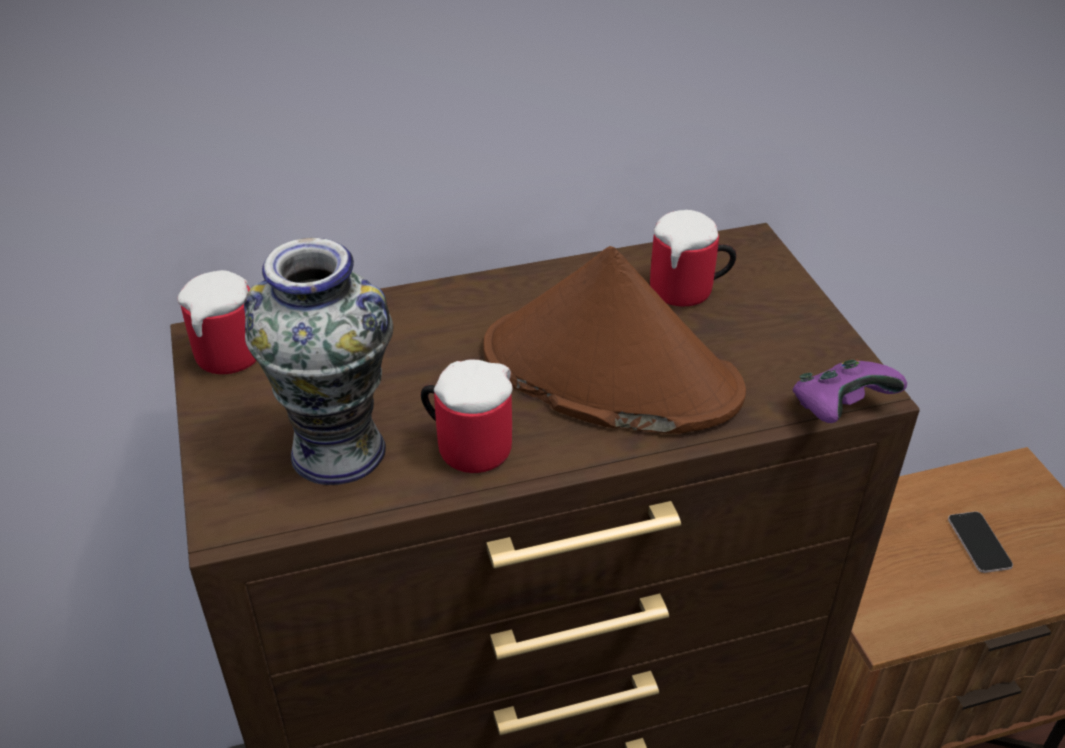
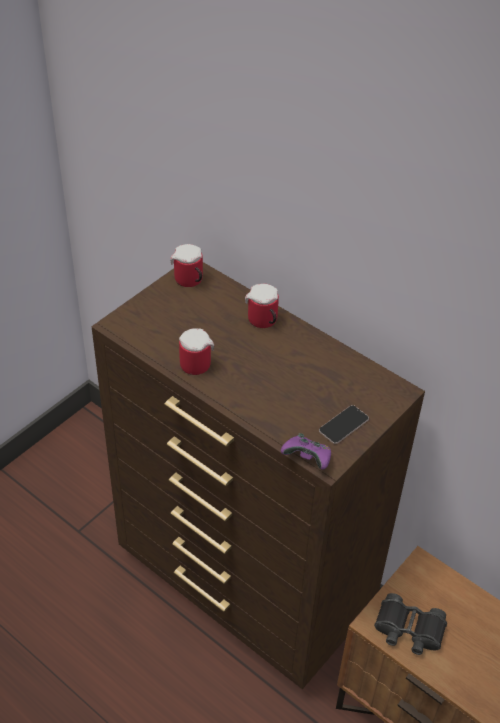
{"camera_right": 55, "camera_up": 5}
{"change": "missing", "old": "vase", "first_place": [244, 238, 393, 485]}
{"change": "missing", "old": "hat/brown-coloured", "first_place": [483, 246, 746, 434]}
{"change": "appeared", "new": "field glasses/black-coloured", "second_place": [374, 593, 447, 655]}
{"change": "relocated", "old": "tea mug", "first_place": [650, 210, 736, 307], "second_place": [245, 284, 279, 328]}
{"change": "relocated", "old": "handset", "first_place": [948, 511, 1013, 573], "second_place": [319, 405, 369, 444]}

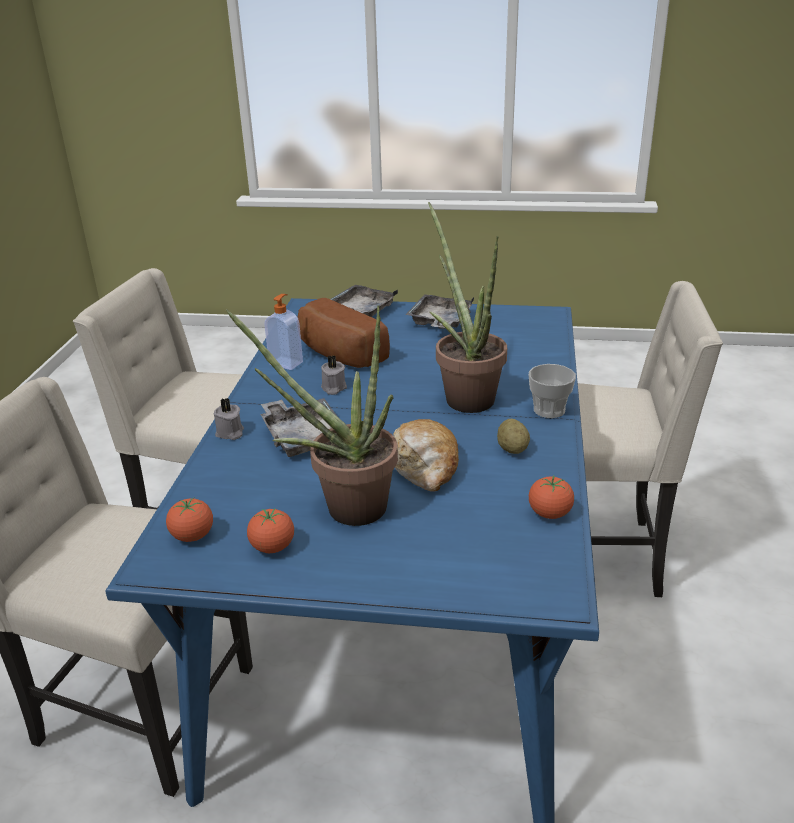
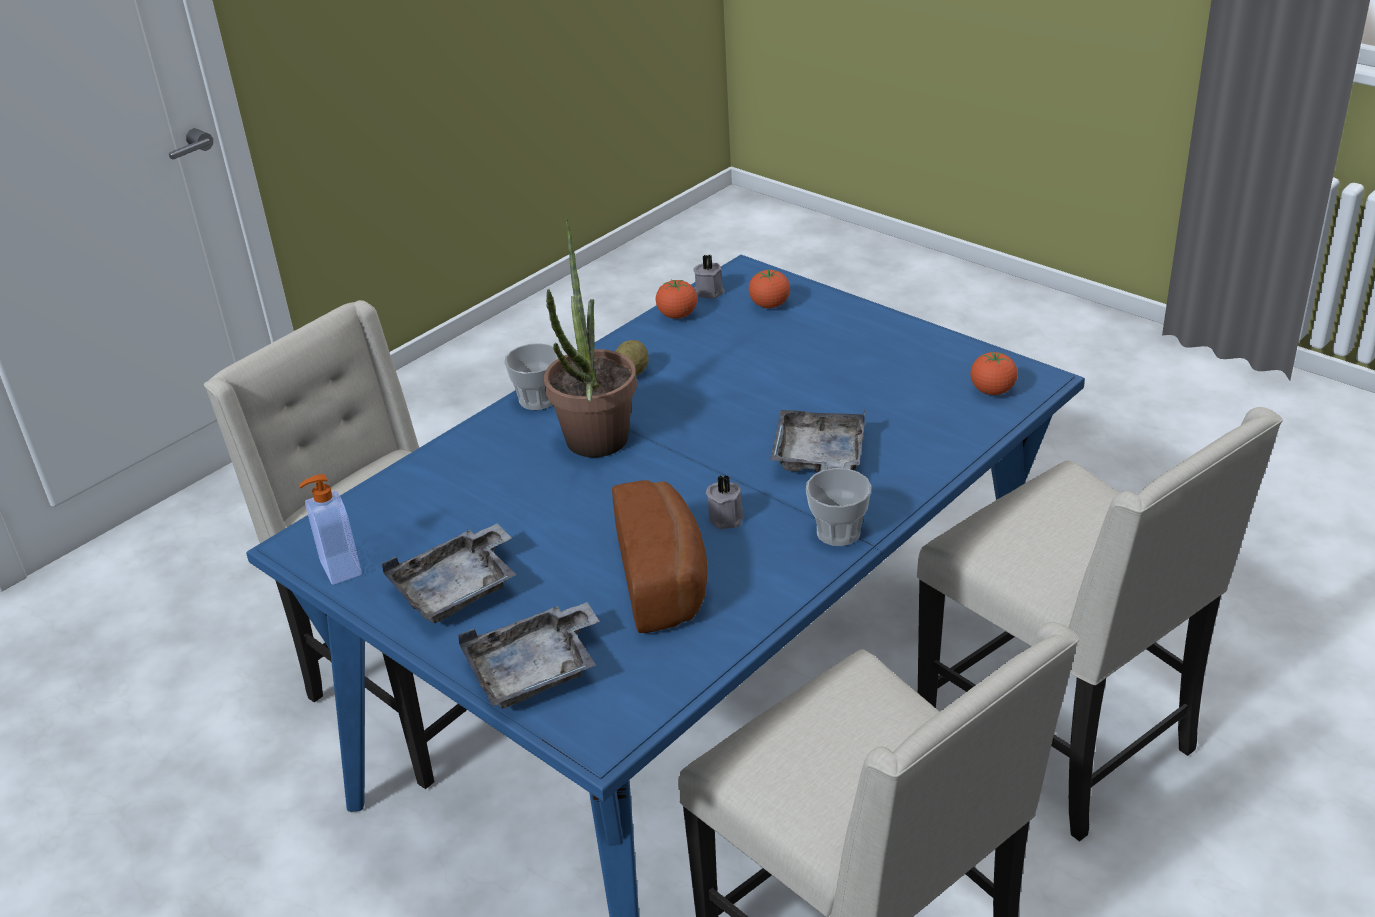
{"camera_right": -145, "camera_up": 5}
{"change": "missing", "old": "potted plant", "first_place": [226, 305, 398, 526]}
{"change": "missing", "old": "bread", "first_place": [393, 419, 459, 491]}
{"change": "appeared", "new": "cup", "second_place": [806, 468, 871, 546]}
{"change": "relocated", "old": "candle/gray", "first_place": [214, 398, 244, 440], "second_place": [693, 255, 725, 299]}
{"change": "relocated", "old": "whole tomato", "first_place": [247, 508, 294, 553], "second_place": [749, 269, 790, 308]}
{"change": "relocated", "old": "soap dispenser", "first_place": [264, 294, 303, 370], "second_place": [299, 474, 362, 585]}

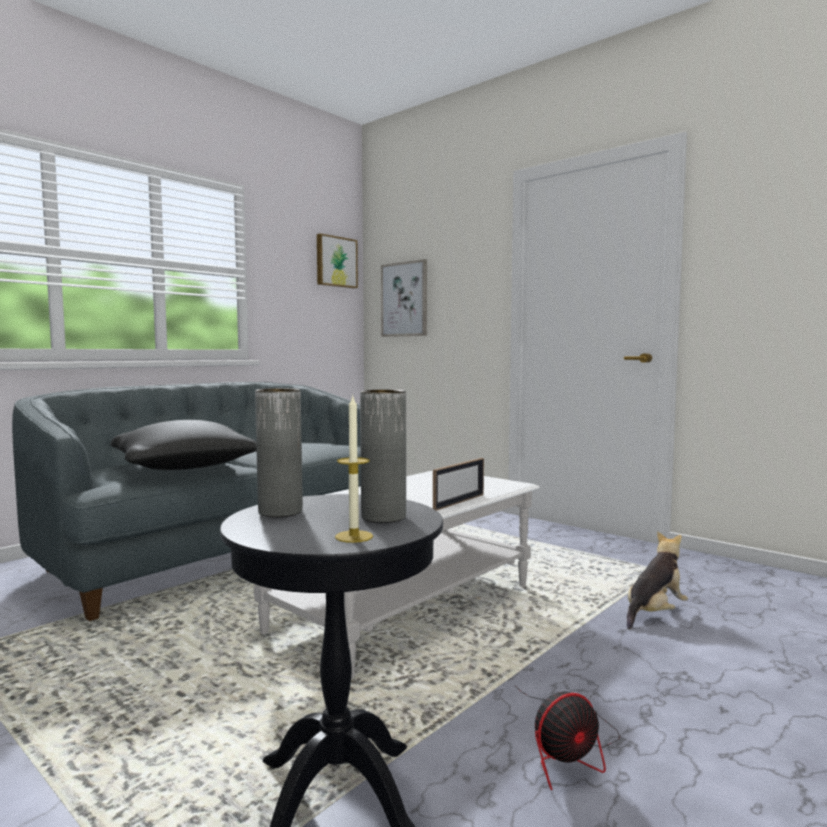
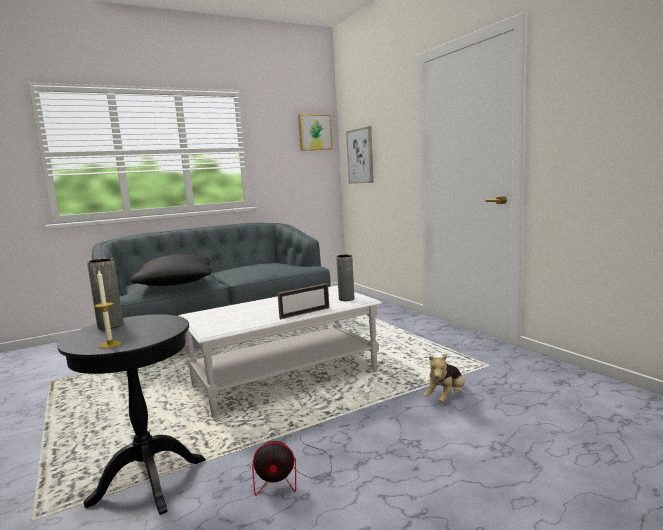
{"camera_right": 20, "camera_up": 5}
{"change": "relocated", "old": "vase/gray", "first_place": [360, 389, 406, 523], "second_place": [336, 254, 354, 301]}
{"change": "spun", "old": "plush toy", "first_place": [627, 531, 688, 629], "second_place": [424, 354, 465, 403], "degrees": 150}

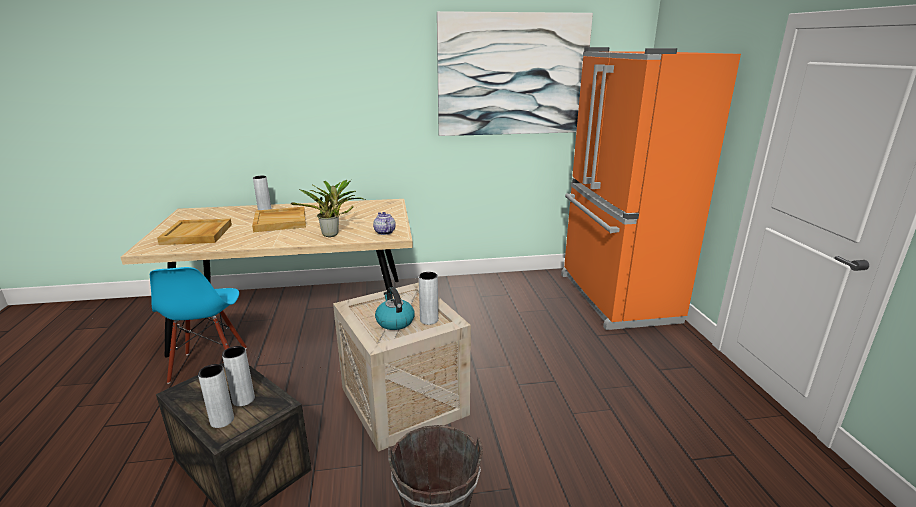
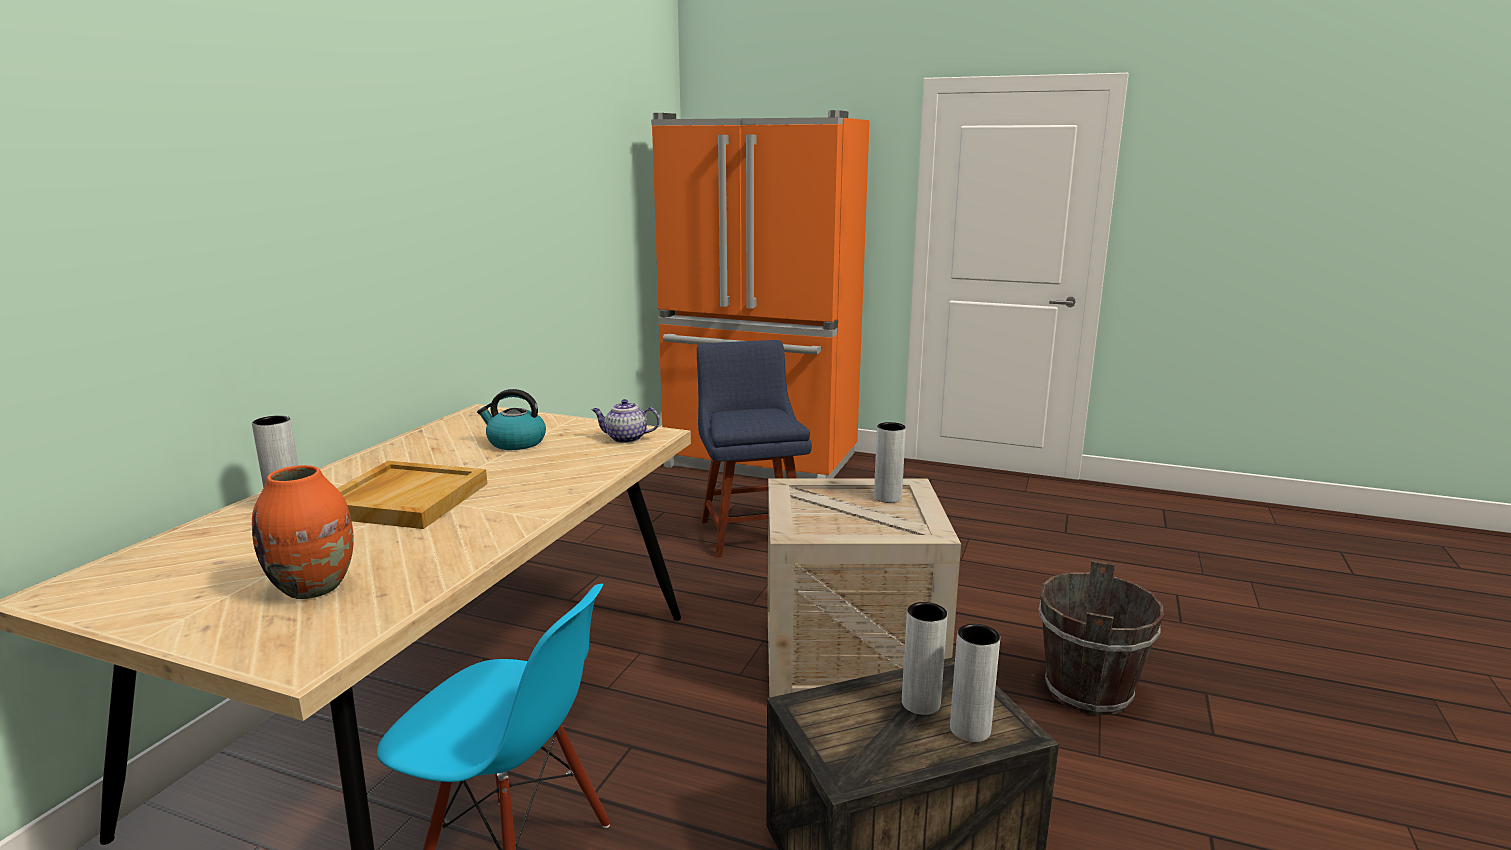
{"camera_right": -60, "camera_up": -5}
{"change": "missing", "old": "potted plant", "first_place": [291, 180, 367, 237]}
{"change": "missing", "old": "wall picture", "first_place": [437, 11, 593, 136]}
{"change": "appeared", "new": "plain chair/blue", "second_place": [697, 340, 812, 558]}
{"change": "relocated", "old": "water kettle", "first_place": [375, 287, 415, 330], "second_place": [477, 389, 546, 450]}
{"change": "exchanged", "old": "tray/sand-coloured", "new": "vase/orange-coloured", "first_place": [157, 219, 232, 245], "second_place": [252, 465, 354, 599]}

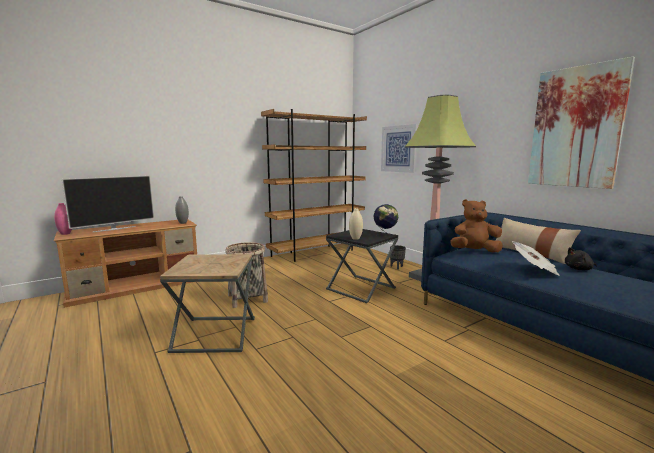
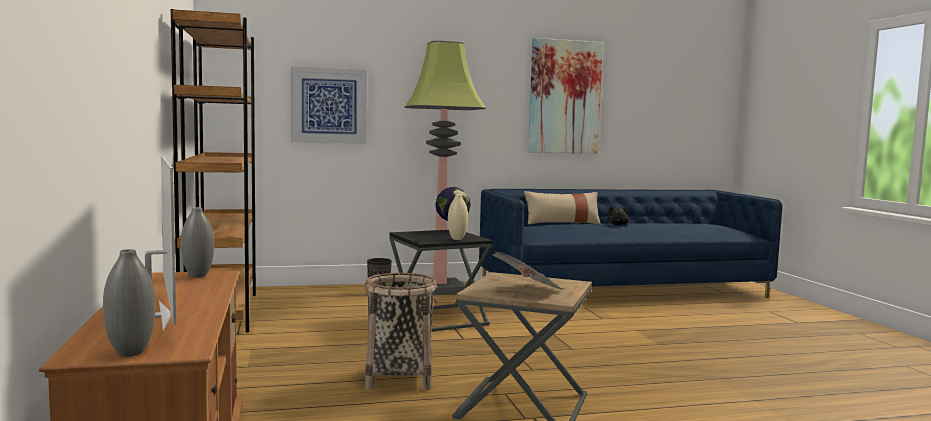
{"camera_right": -70, "camera_up": -5}
{"change": "missing", "old": "plush toy/brown-coloured", "first_place": [450, 199, 503, 253]}
{"change": "relocated", "old": "printed paper", "first_place": [512, 241, 560, 276], "second_place": [492, 252, 565, 290]}
{"change": "colour", "old": "vase/pink-coloured", "new": "vase/gray", "first_place": [54, 203, 72, 235], "second_place": [103, 249, 155, 357]}

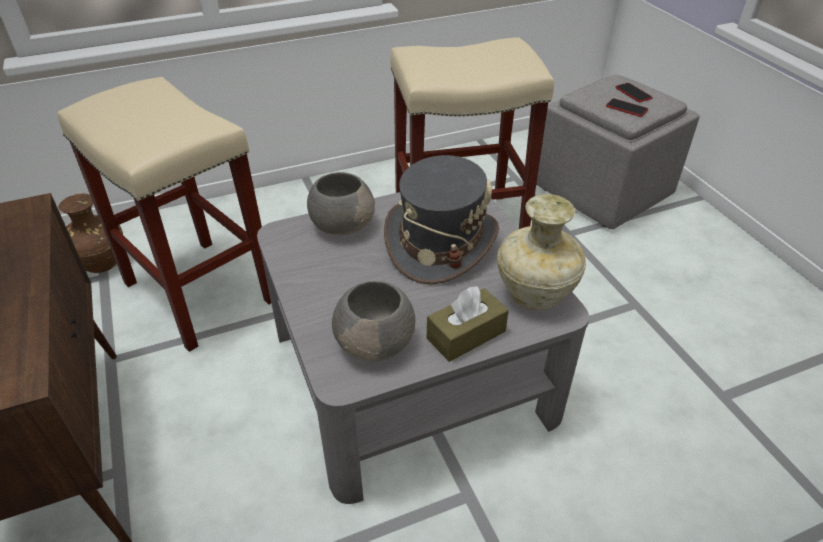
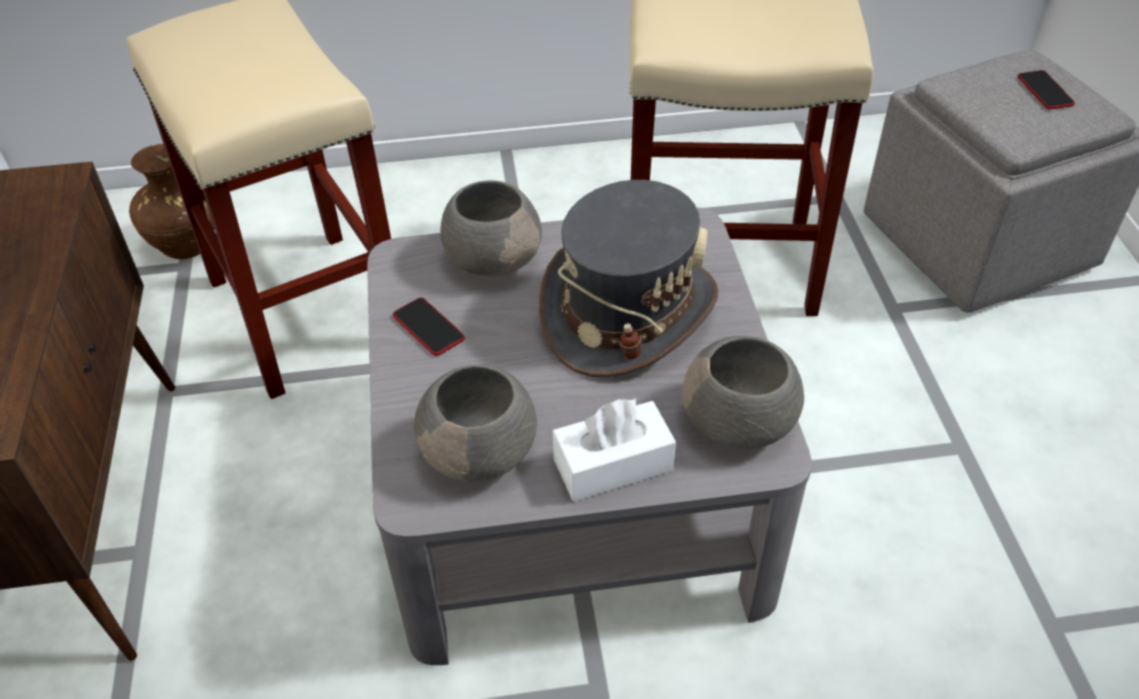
{"camera_right": 15, "camera_up": 5}
{"change": "relocated", "old": "handset", "first_place": [606, 98, 648, 117], "second_place": [393, 298, 465, 356]}
{"change": "exchanged", "old": "vase/sand-coloured", "new": "serving bowl/gray", "first_place": [497, 194, 586, 310], "second_place": [682, 336, 804, 449]}
{"change": "colour", "old": "tissue holder/brown-coloured", "new": "tissue holder/whitish", "first_place": [427, 286, 509, 362], "second_place": [553, 398, 676, 502]}

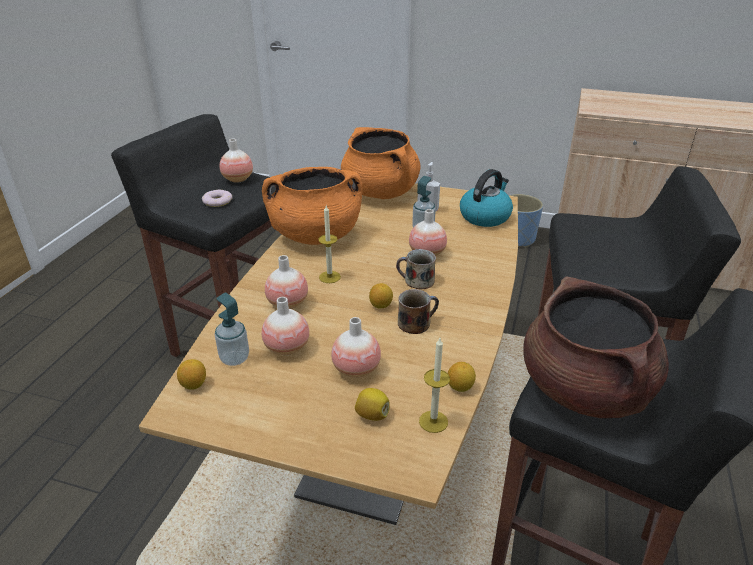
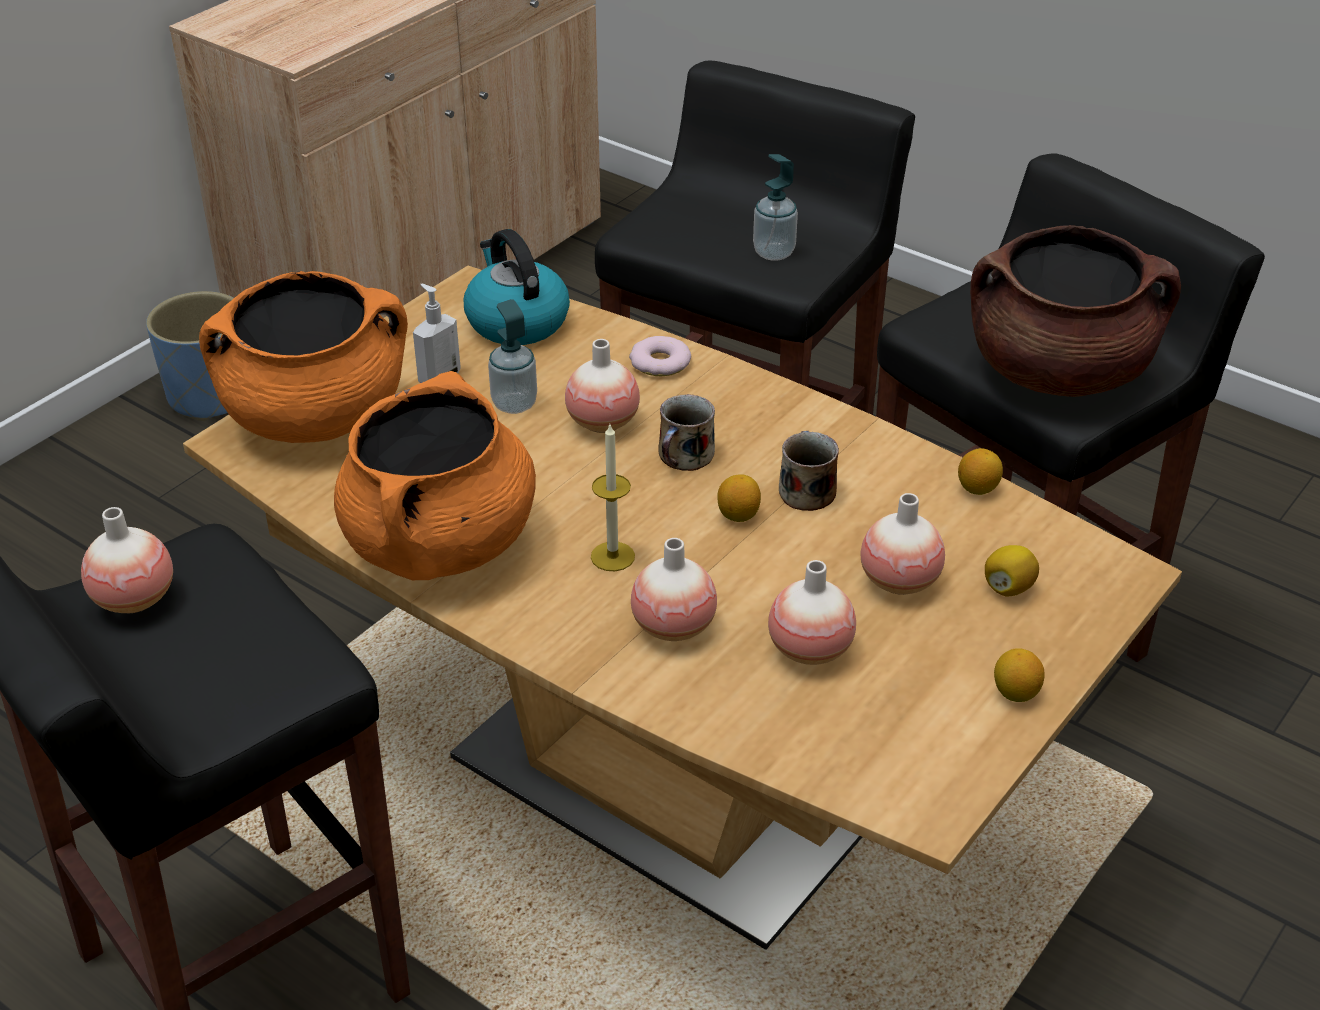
{"camera_right": -70, "camera_up": 5}
{"change": "missing", "old": "candle", "first_place": [419, 338, 450, 433]}
{"change": "relocated", "old": "whole lemon", "first_place": [177, 359, 206, 390], "second_place": [994, 648, 1045, 702]}
{"change": "relocated", "old": "ring doughnut", "first_place": [202, 190, 233, 207], "second_place": [629, 336, 691, 376]}
{"change": "relocated", "old": "soap dispenser", "first_place": [215, 293, 249, 366], "second_place": [753, 154, 798, 261]}

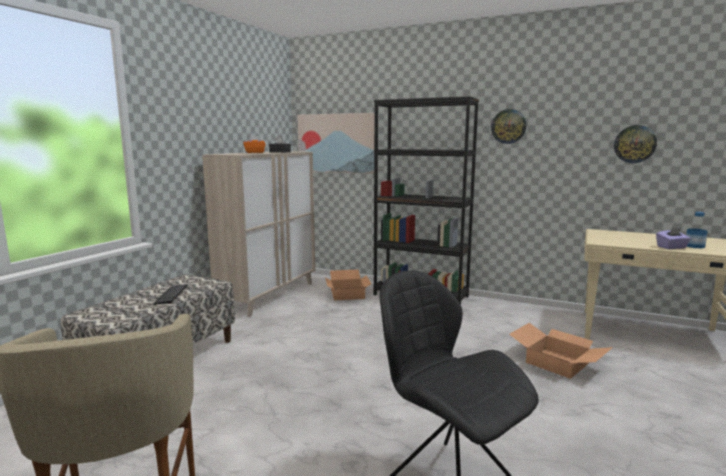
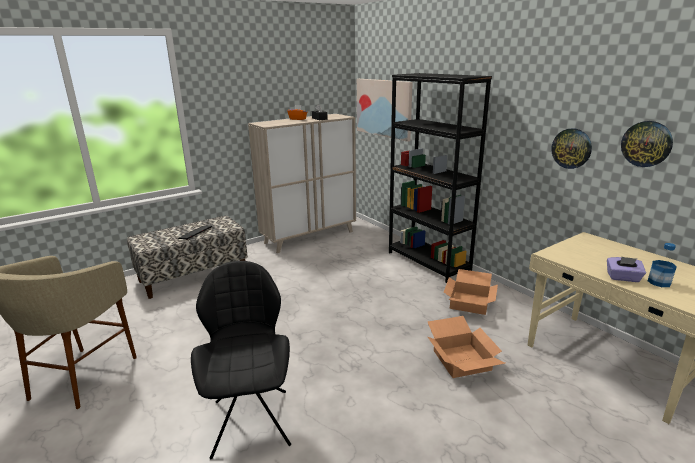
{"camera_right": 30, "camera_up": 10}
{"change": "relocated", "old": "cardboard box", "first_place": [325, 269, 371, 301], "second_place": [444, 269, 498, 315]}
{"change": "relocated", "old": "wall clock", "first_place": [491, 109, 526, 144], "second_place": [551, 128, 592, 169]}

